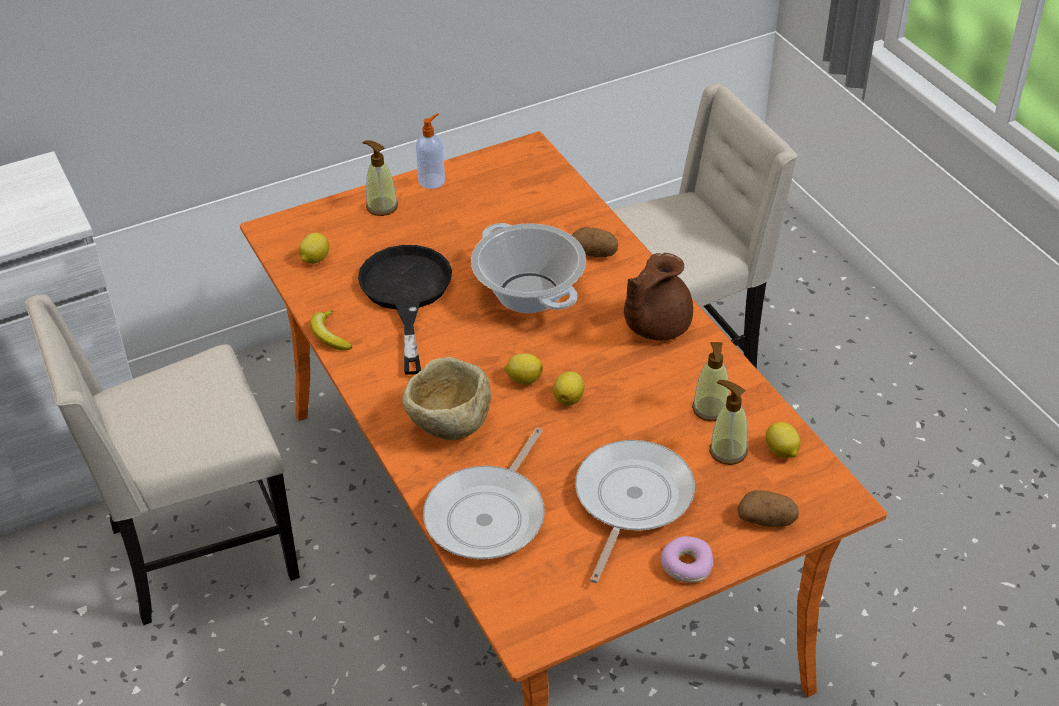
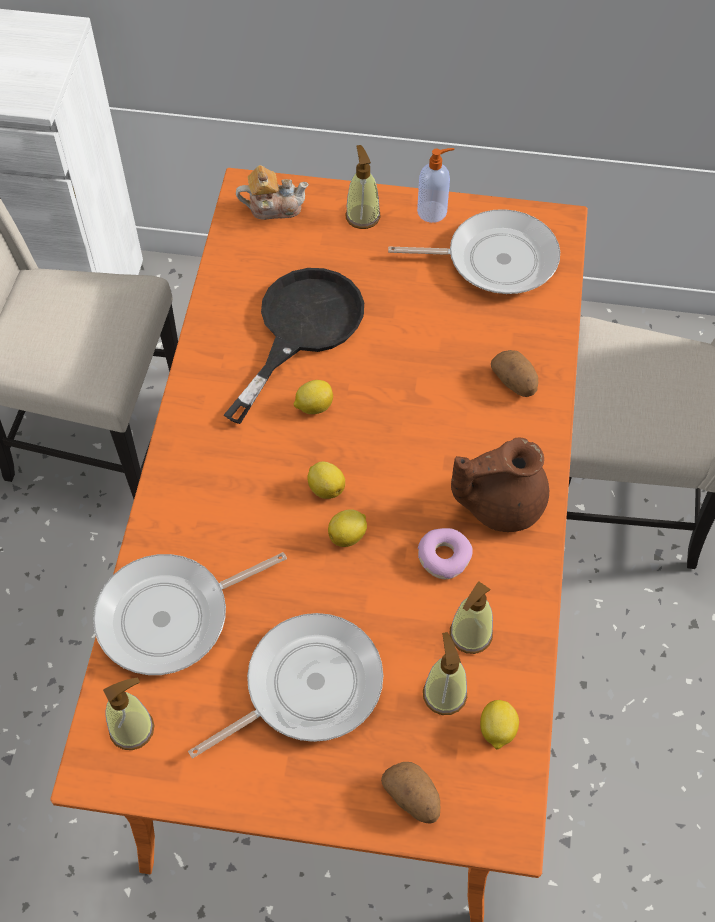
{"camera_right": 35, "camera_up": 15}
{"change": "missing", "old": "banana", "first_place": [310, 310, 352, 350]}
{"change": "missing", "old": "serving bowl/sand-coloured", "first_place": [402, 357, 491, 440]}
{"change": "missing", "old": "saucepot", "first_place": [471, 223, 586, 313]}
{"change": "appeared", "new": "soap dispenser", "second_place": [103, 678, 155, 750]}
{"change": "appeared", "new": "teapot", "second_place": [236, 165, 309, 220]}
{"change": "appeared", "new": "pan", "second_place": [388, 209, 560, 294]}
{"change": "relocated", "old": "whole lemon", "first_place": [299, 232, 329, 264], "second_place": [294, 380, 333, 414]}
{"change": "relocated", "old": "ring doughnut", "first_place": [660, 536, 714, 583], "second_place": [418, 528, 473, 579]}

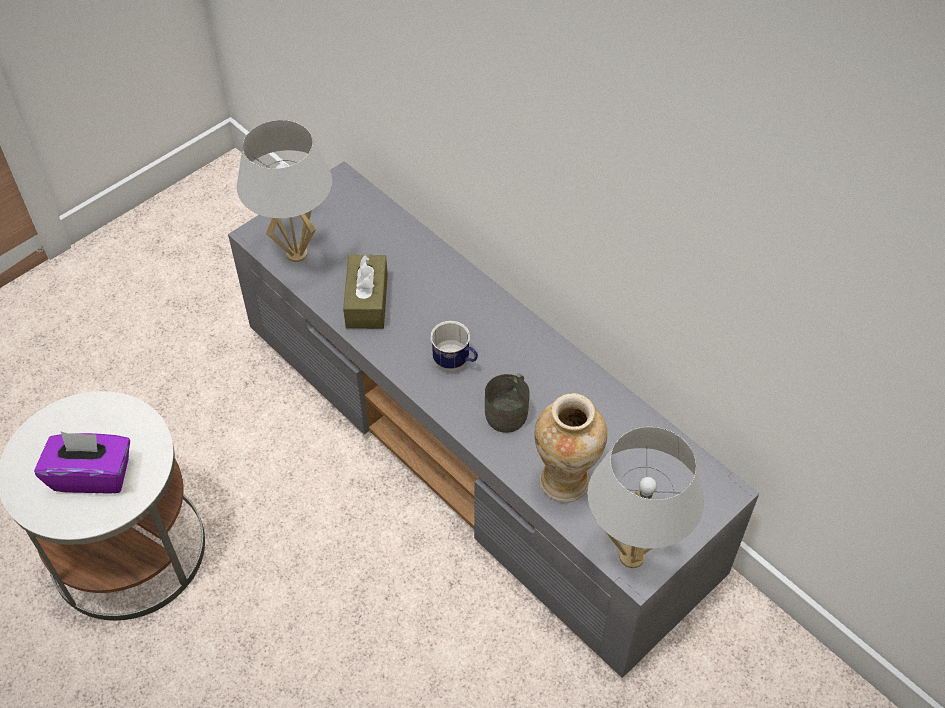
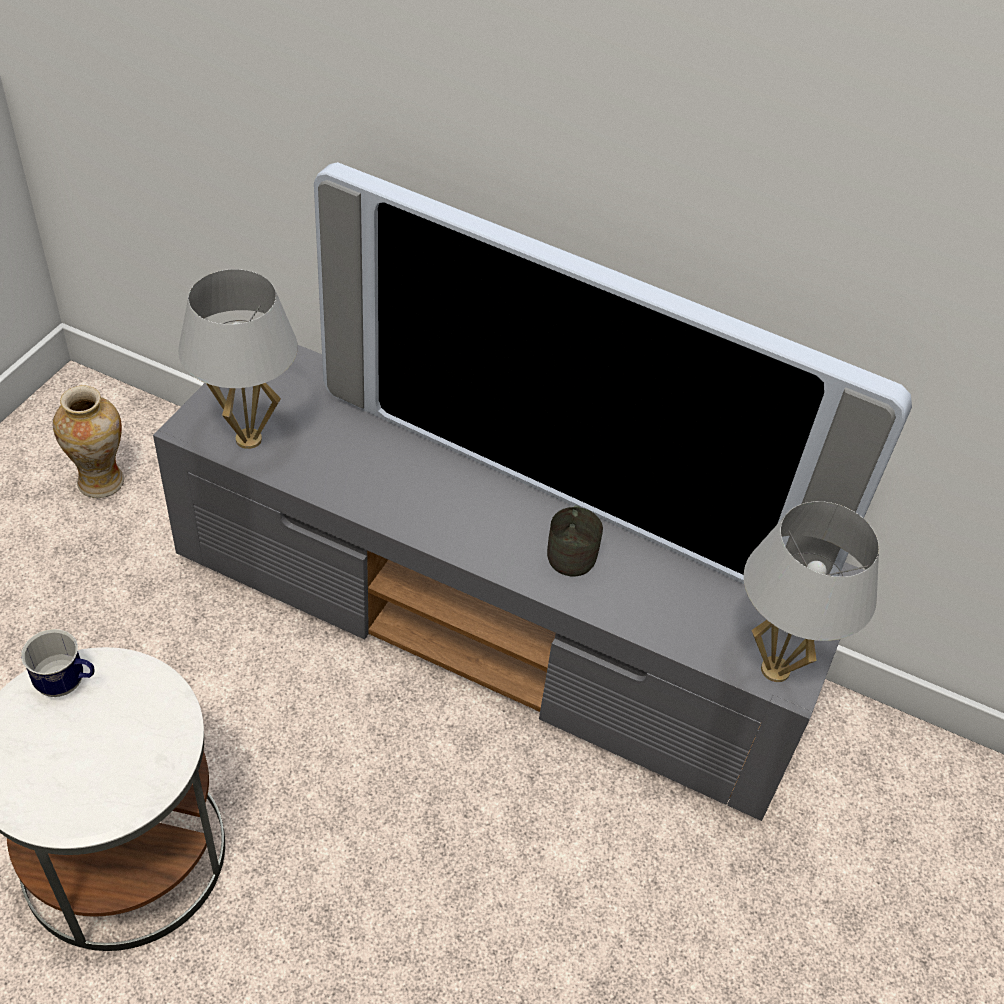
{"camera_right": -25, "camera_up": -5}
{"change": "missing", "old": "tissue holder/purple-coloured", "first_place": [34, 432, 130, 494]}
{"change": "missing", "old": "tissue holder/brown-coloured", "first_place": [343, 254, 388, 329]}
{"change": "appeared", "new": "TV set", "second_place": [314, 162, 912, 584]}
{"change": "relocated", "old": "tea mug", "first_place": [430, 321, 478, 370], "second_place": [21, 629, 95, 697]}
{"change": "relocated", "old": "vase", "first_place": [535, 393, 607, 503], "second_place": [53, 385, 124, 498]}

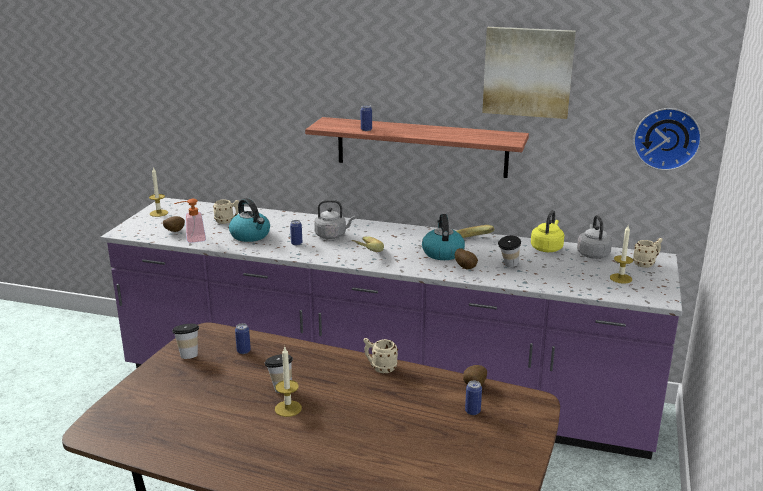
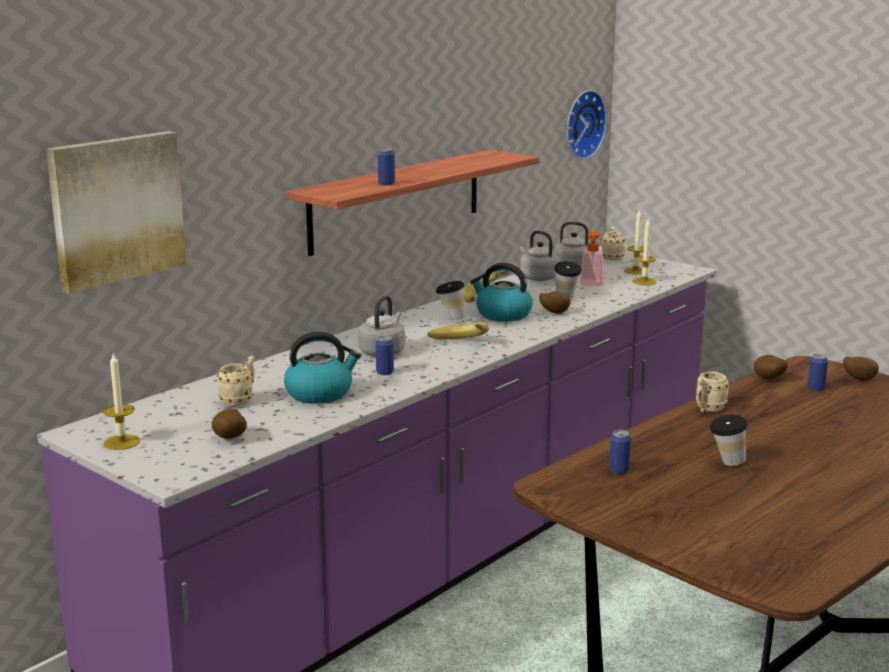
{"camera_right": -65, "camera_up": -5}
{"change": "appeared", "new": "whole potato", "second_place": [843, 356, 879, 381]}
{"change": "relocated", "old": "cup", "first_place": [172, 324, 199, 359], "second_place": [436, 281, 466, 320]}
{"change": "relocated", "old": "soap dispenser", "first_place": [174, 199, 206, 243], "second_place": [580, 231, 604, 286]}
{"change": "relocated", "old": "candle", "first_place": [275, 347, 302, 417], "second_place": [632, 219, 657, 285]}
{"change": "relocated", "old": "wall picture", "first_place": [482, 27, 576, 119], "second_place": [46, 131, 186, 294]}
{"change": "colour", "old": "water kettle/yellow", "new": "water kettle/gray", "first_place": [531, 210, 564, 252], "second_place": [520, 231, 559, 281]}

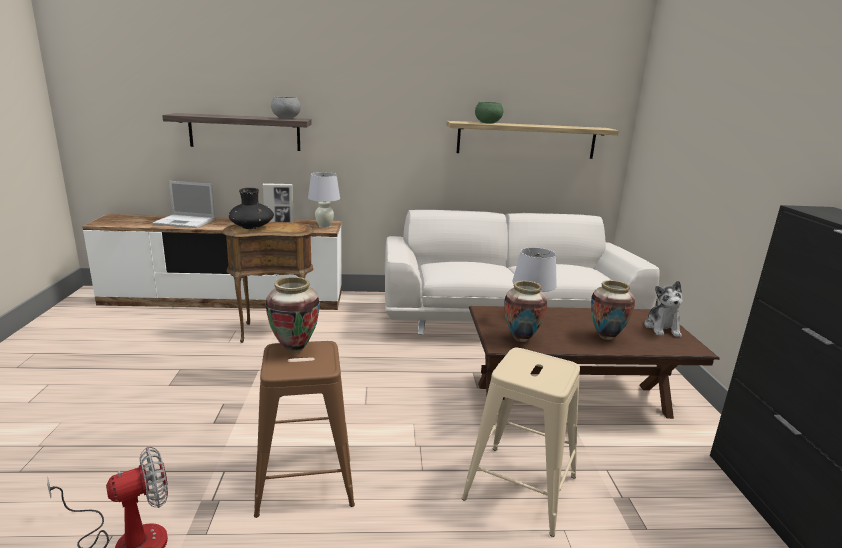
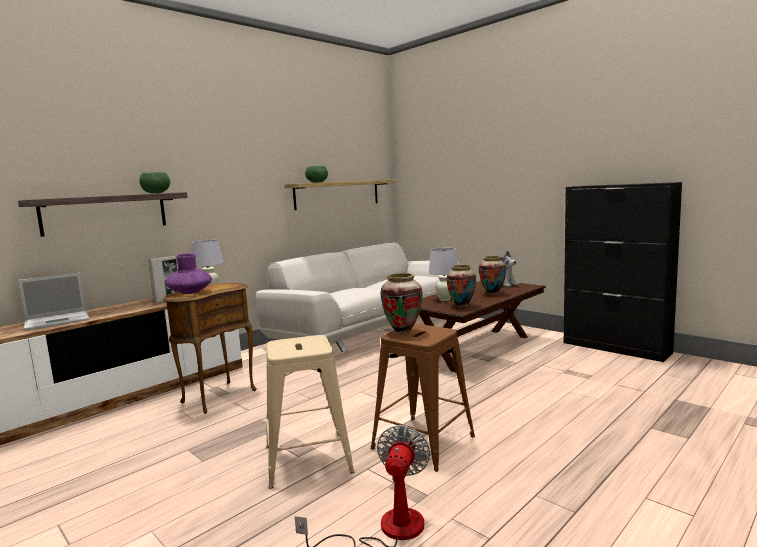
{"camera_right": -40, "camera_up": -10}
{"change": "relocated", "old": "sitting stool/sand-coloured", "first_place": [462, 348, 580, 537], "second_place": [266, 335, 355, 489]}
{"change": "colour", "old": "vase/black-coloured", "new": "vase/purple-coloured", "first_place": [229, 188, 274, 229], "second_place": [166, 253, 212, 294]}
{"change": "colour", "old": "serving bowl/gray", "new": "serving bowl/green-coloured", "first_place": [271, 97, 301, 119], "second_place": [139, 172, 170, 194]}

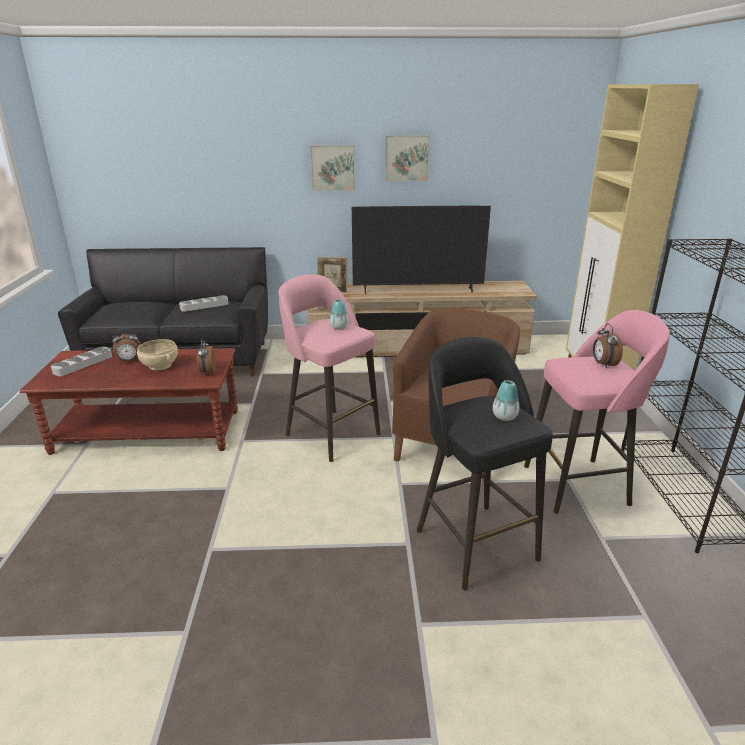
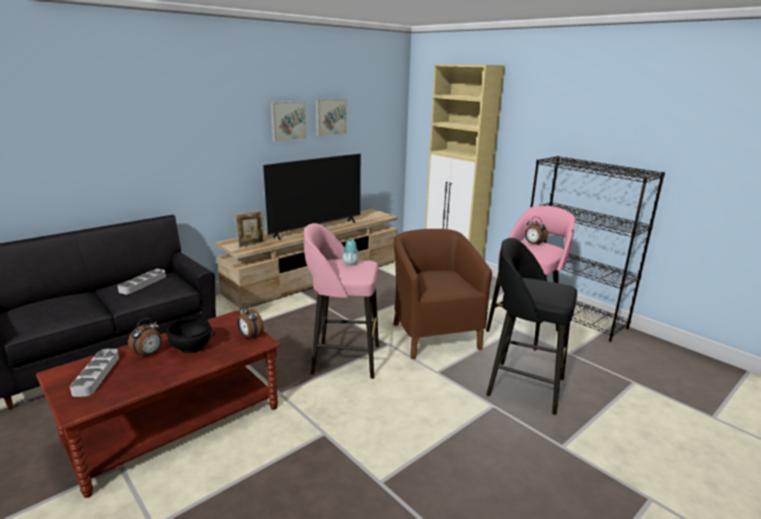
{"camera_right": -40, "camera_up": -5}
{"change": "missing", "old": "vase", "first_place": [493, 380, 519, 421]}
{"change": "relocated", "old": "wall picture", "first_place": [310, 145, 355, 191], "second_place": [315, 98, 347, 136]}
{"change": "colour", "old": "serving bowl/sand-coloured", "new": "serving bowl/black-coloured", "first_place": [137, 339, 178, 370], "second_place": [164, 318, 215, 353]}

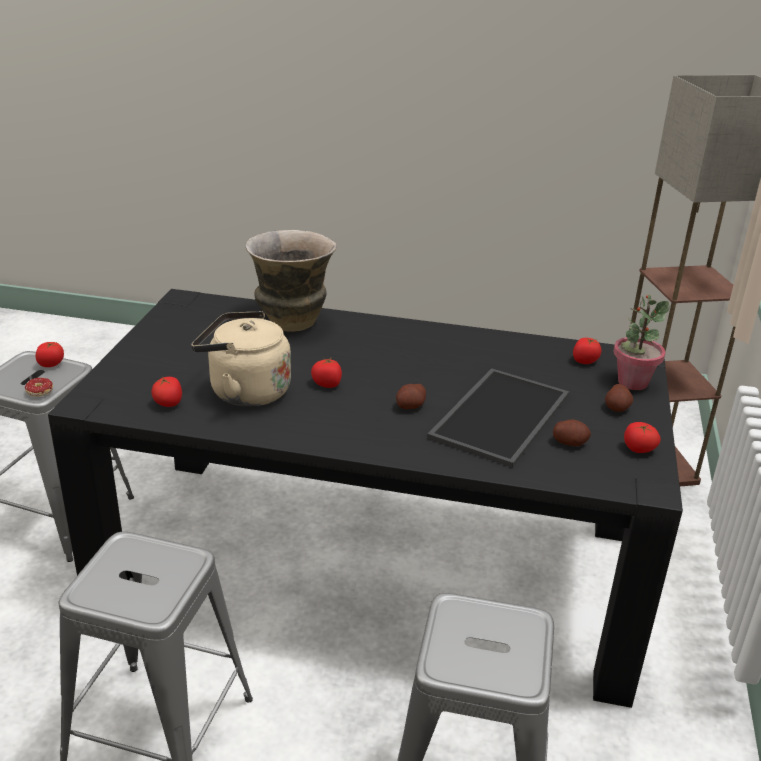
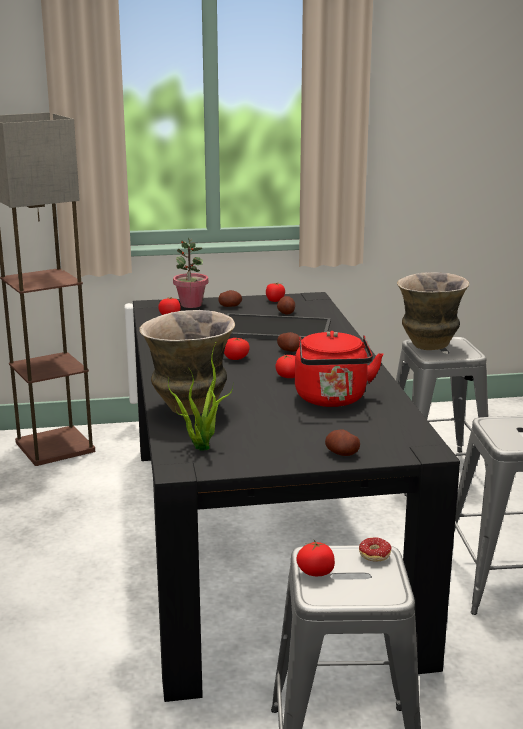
{"camera_right": -110, "camera_up": -10}
{"change": "appeared", "new": "potted plant", "second_place": [168, 341, 233, 451]}
{"change": "appeared", "new": "whole potato", "second_place": [325, 429, 360, 456]}
{"change": "appeared", "new": "vase", "second_place": [397, 272, 470, 350]}
{"change": "relocated", "old": "whole tomato", "first_place": [152, 377, 182, 407], "second_place": [224, 338, 250, 360]}
{"change": "colour", "old": "water kettle/sand-coloured", "new": "water kettle/red", "first_place": [191, 311, 291, 407], "second_place": [295, 331, 383, 407]}

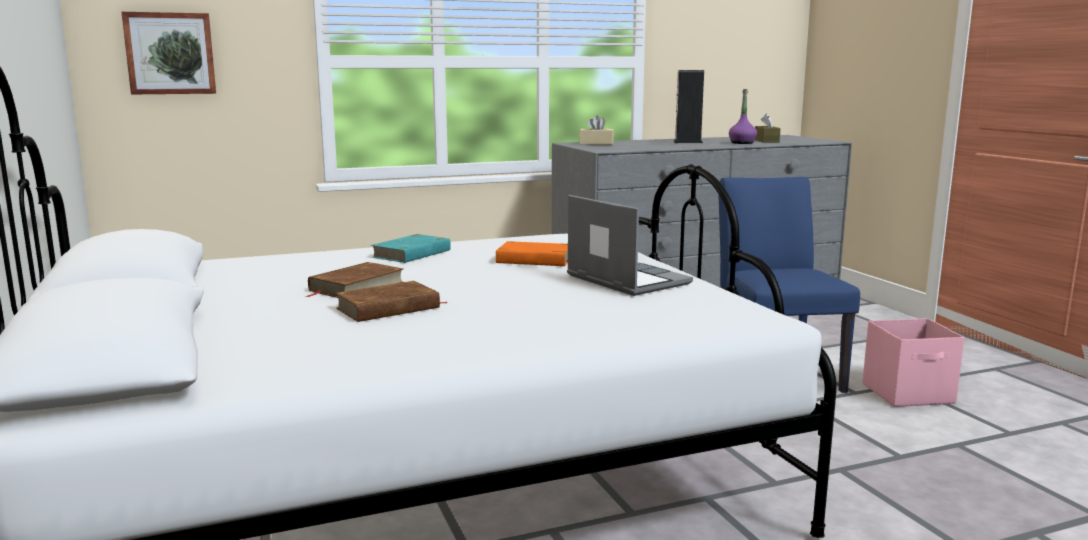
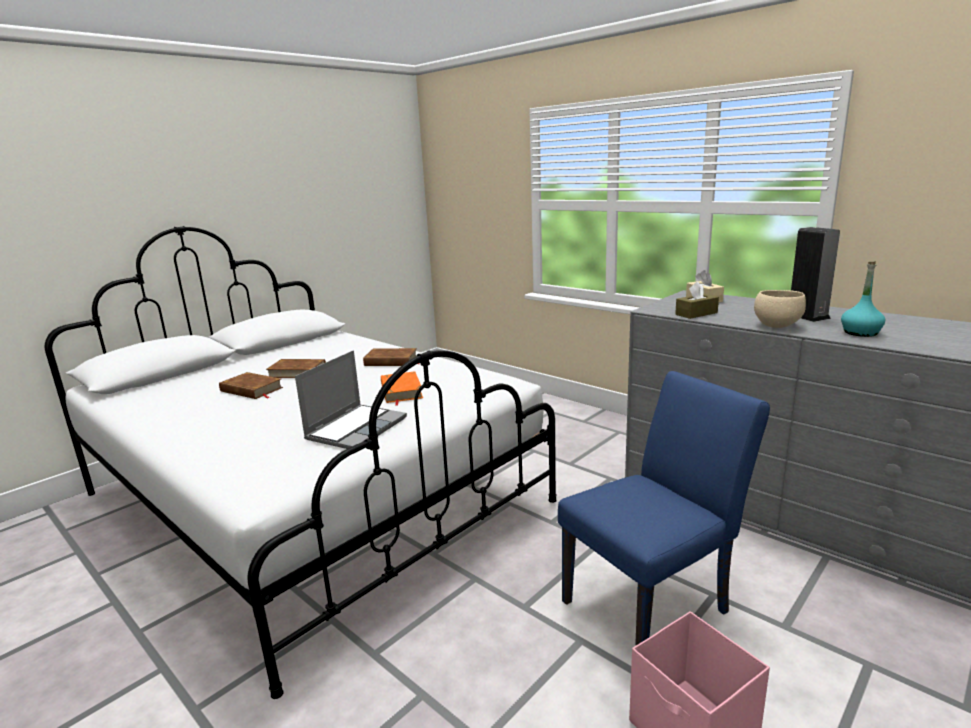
{"camera_right": 65, "camera_up": 5}
{"change": "missing", "old": "wall picture", "first_place": [121, 12, 216, 94]}
{"change": "appeared", "new": "serving bowl/sand-coloured", "second_place": [754, 290, 806, 328]}
{"change": "relocated", "old": "tissue holder/brown-coloured", "first_place": [755, 114, 781, 142], "second_place": [675, 282, 719, 319]}
{"change": "colour", "old": "volume/turquoise", "new": "volume/brown-coloured", "first_place": [371, 234, 451, 263], "second_place": [363, 348, 420, 366]}
{"change": "colour", "old": "bottle/purple-coloured", "new": "bottle/turquoise", "first_place": [729, 89, 757, 144], "second_place": [841, 262, 885, 337]}

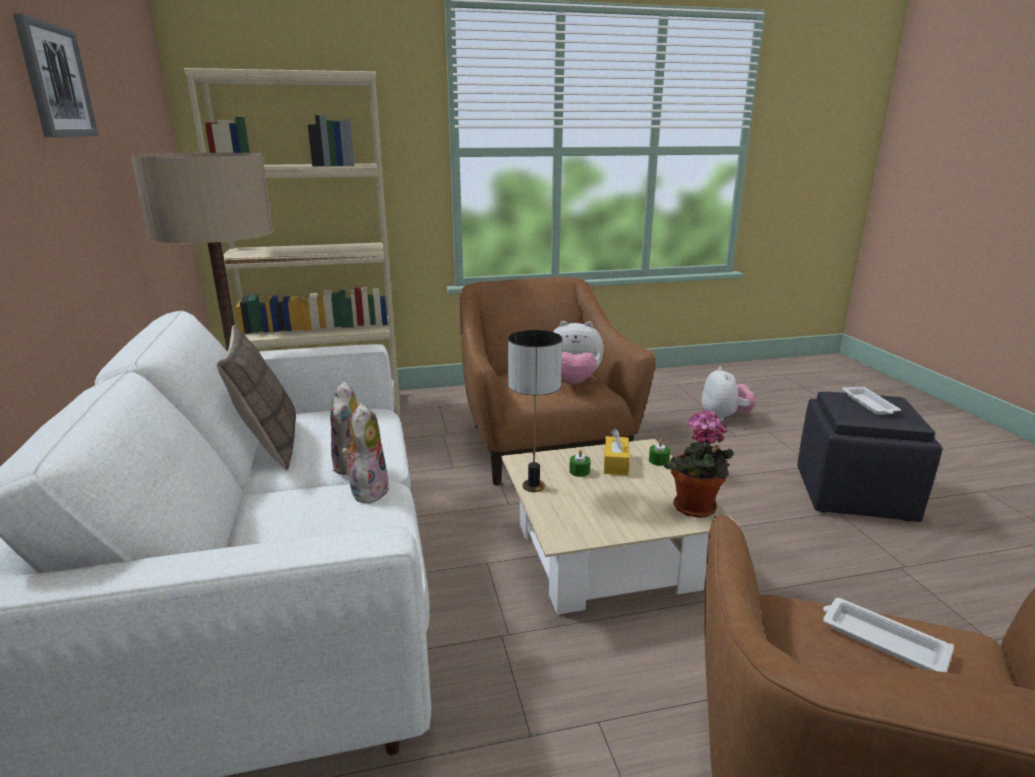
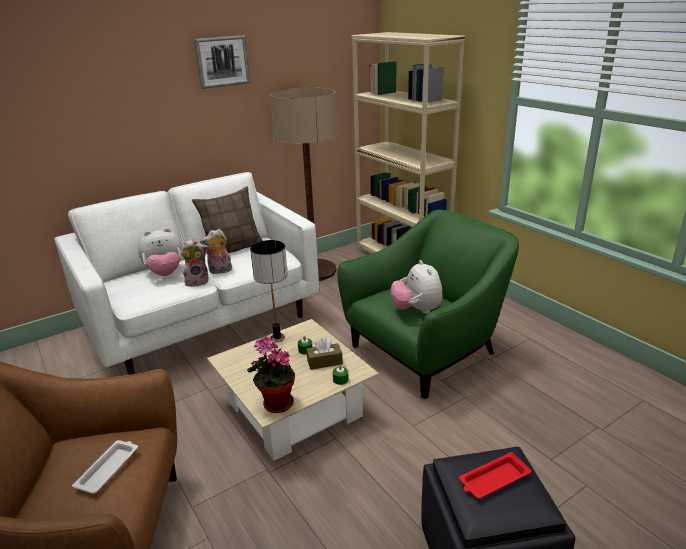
{"camera_right": 70, "camera_up": 5}
{"change": "relocated", "old": "plush toy", "first_place": [702, 366, 756, 421], "second_place": [138, 228, 182, 276]}
{"change": "colour", "old": "easy chair/brown-coloured", "new": "easy chair/green-coloured", "first_place": [460, 277, 656, 485], "second_place": [338, 210, 519, 399]}
{"change": "colour", "old": "tissue holder/yellow", "new": "tissue holder/brown-coloured", "first_place": [604, 429, 630, 475], "second_place": [306, 338, 343, 370]}
{"change": "colour", "old": "tray/whitish", "new": "tray/red", "first_place": [842, 386, 901, 415], "second_place": [459, 452, 532, 499]}

